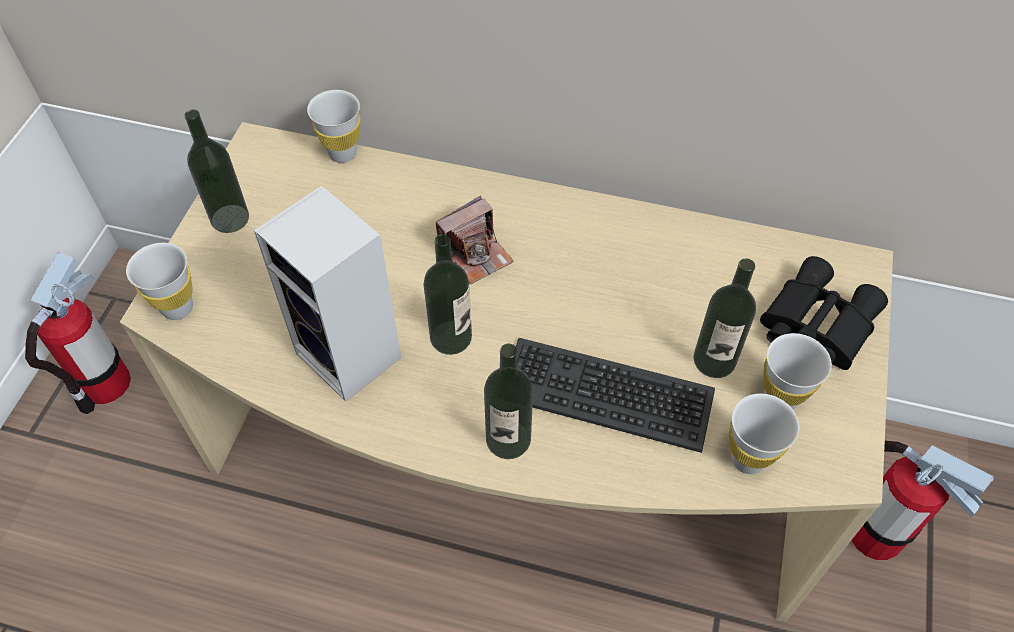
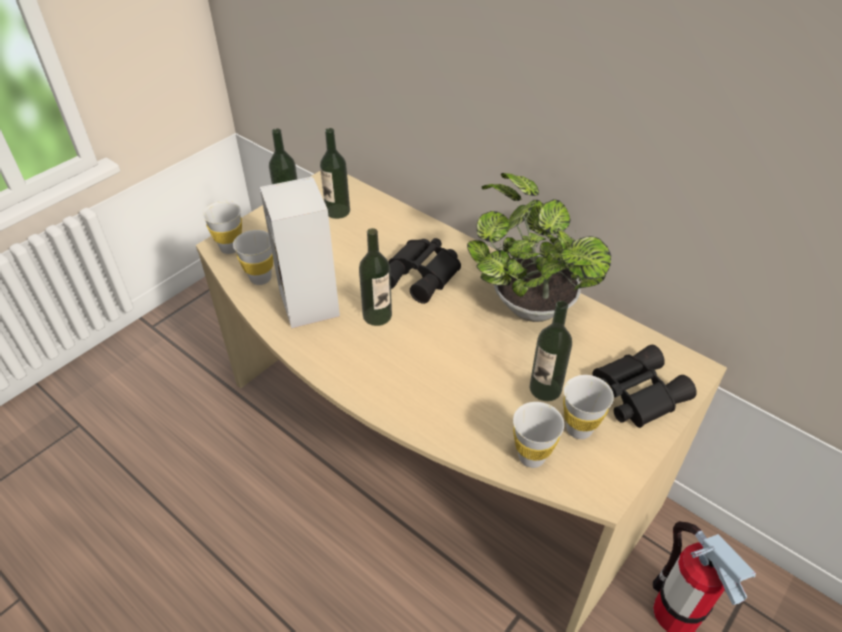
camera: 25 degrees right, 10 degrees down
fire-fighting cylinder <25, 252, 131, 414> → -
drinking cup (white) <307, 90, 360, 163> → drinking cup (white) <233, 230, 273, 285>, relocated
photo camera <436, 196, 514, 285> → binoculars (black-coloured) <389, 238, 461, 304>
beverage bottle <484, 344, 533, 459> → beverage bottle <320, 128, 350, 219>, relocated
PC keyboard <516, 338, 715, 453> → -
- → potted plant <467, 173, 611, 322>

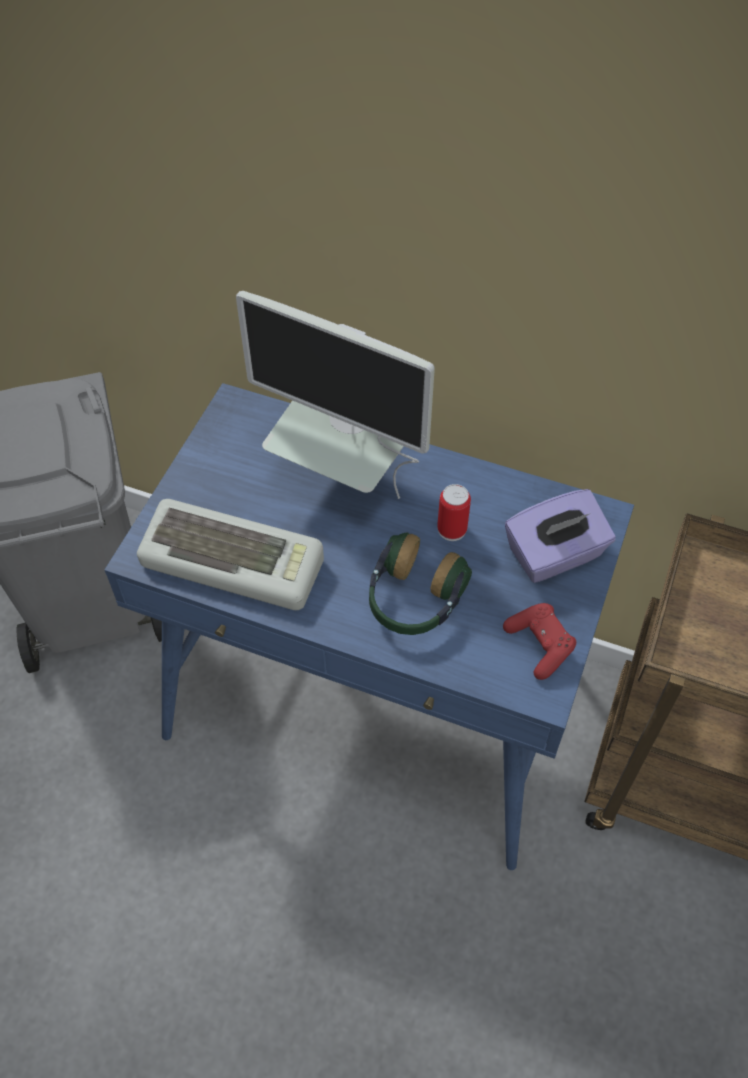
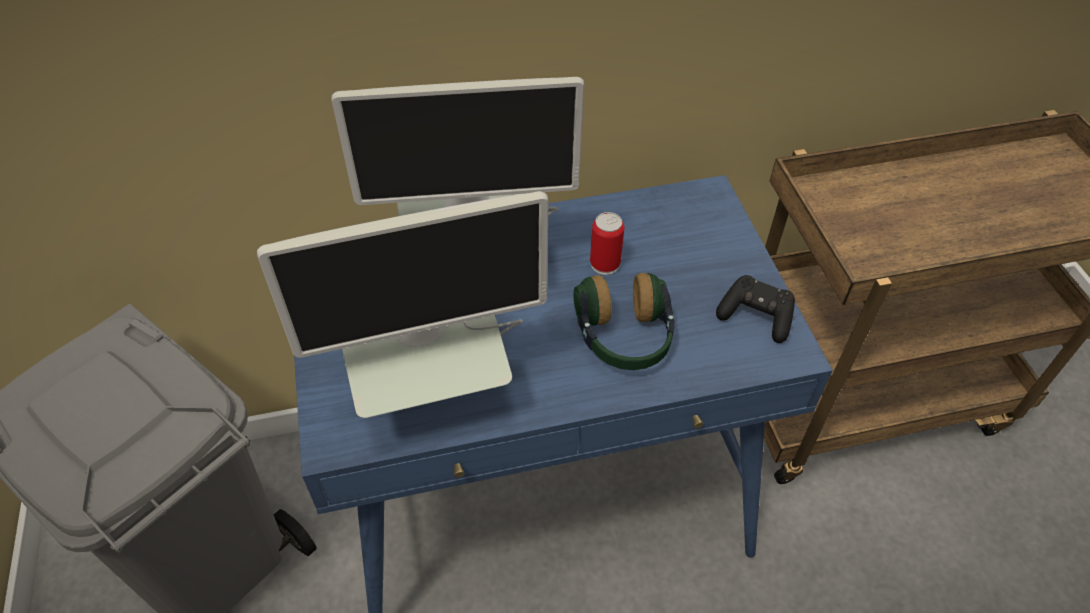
camera: 35 degrees left, 5 degrees down
PC keyboard <137, 499, 324, 610> → computer display <257, 191, 549, 418>
joypad (red-coloured) <503, 603, 576, 680> → joypad (black-coloured) <716, 275, 795, 343>
tissue holder (purplish) <505, 489, 616, 583> → -

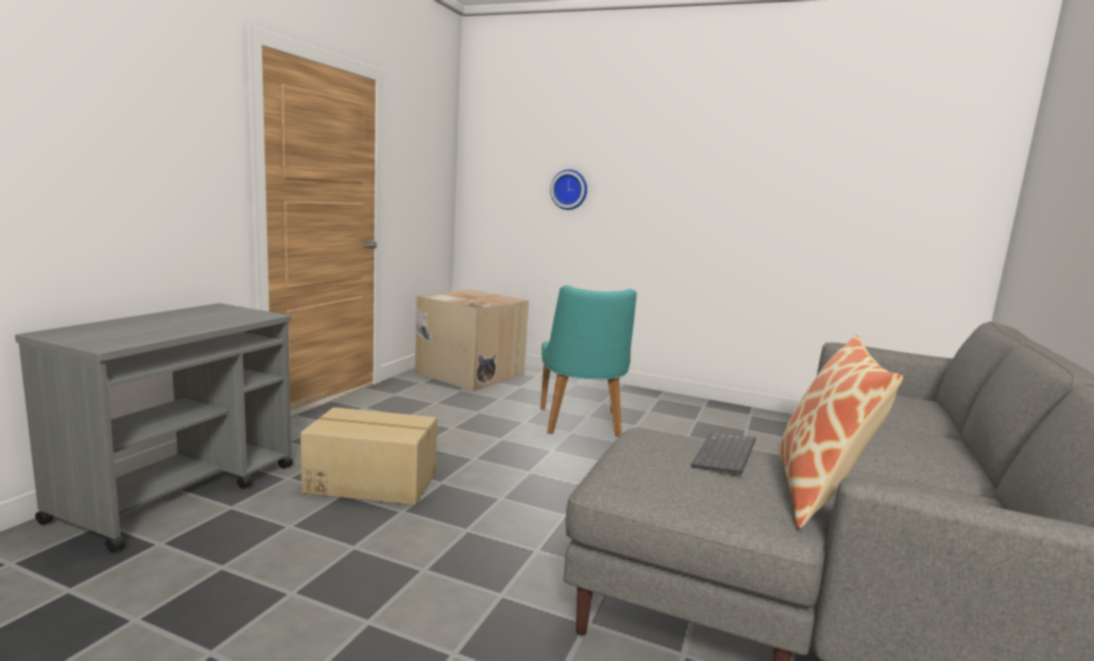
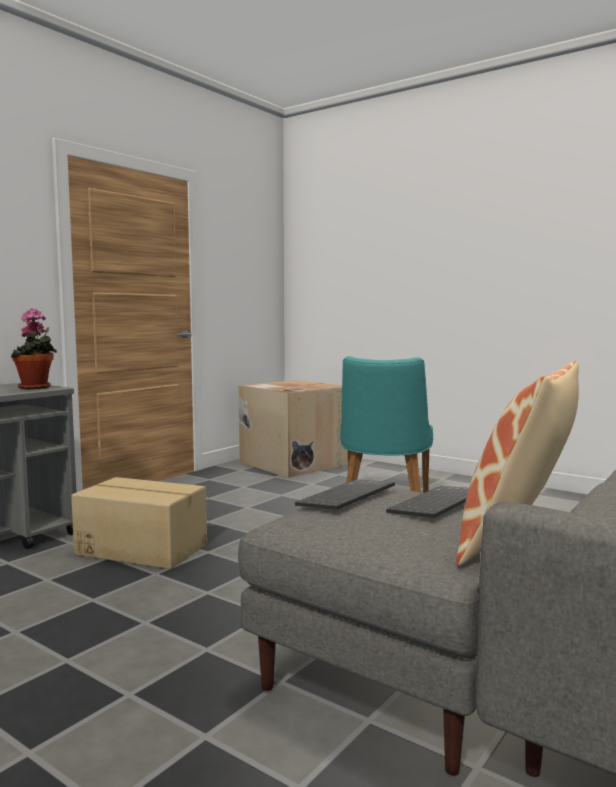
camera: 15 degrees right, 5 degrees down
wall clock <550, 169, 587, 210> → -
- → potted plant <11, 308, 57, 389>
- → PC keyboard <295, 480, 395, 510>

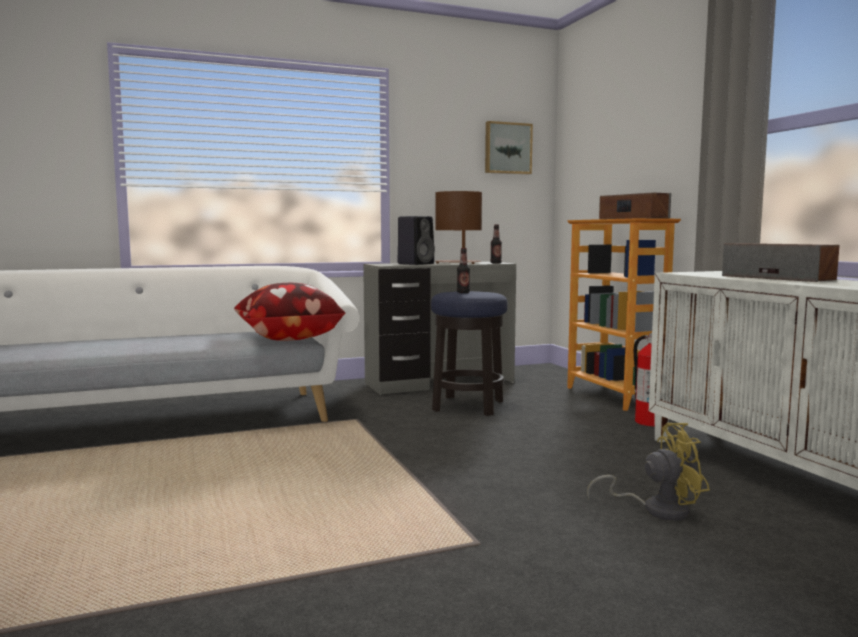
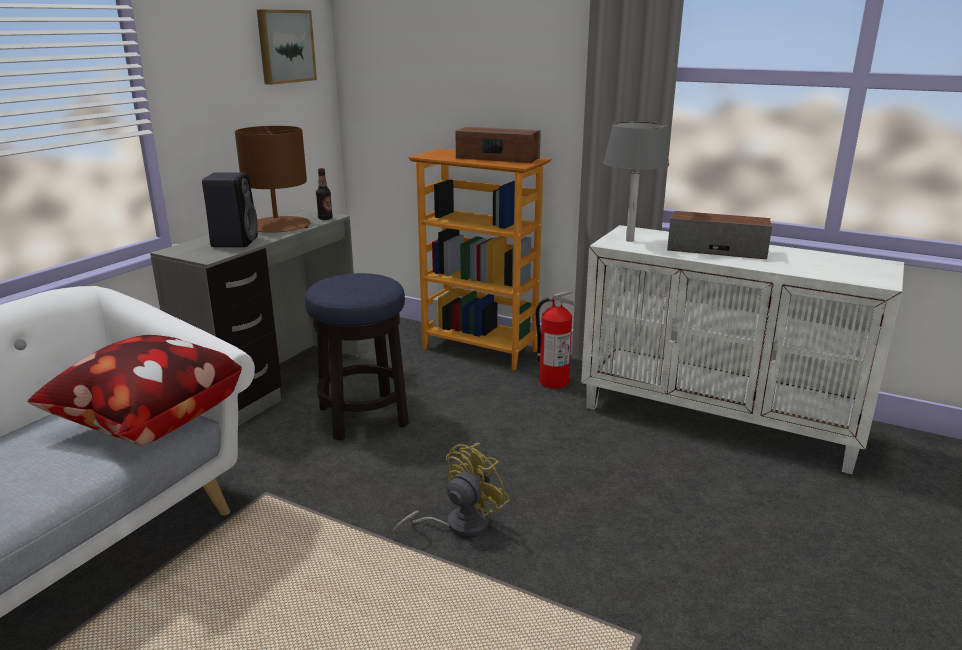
camera: 40 degrees left, 15 degrees up
beverage bottle <457, 248, 470, 293> → -
fan (yellow) <587, 423, 710, 521> → fan (yellow) <392, 443, 510, 539>, relocated
- → table lamp (gray) <603, 122, 669, 242>

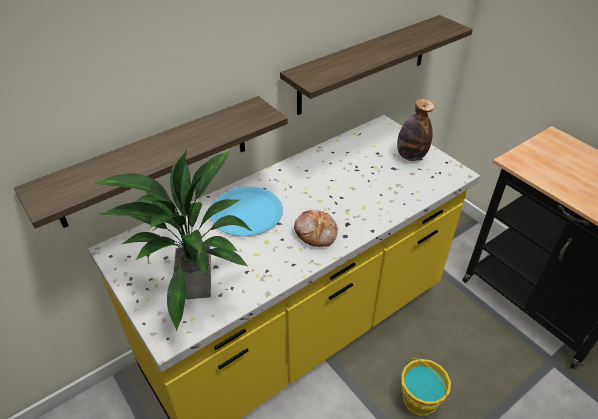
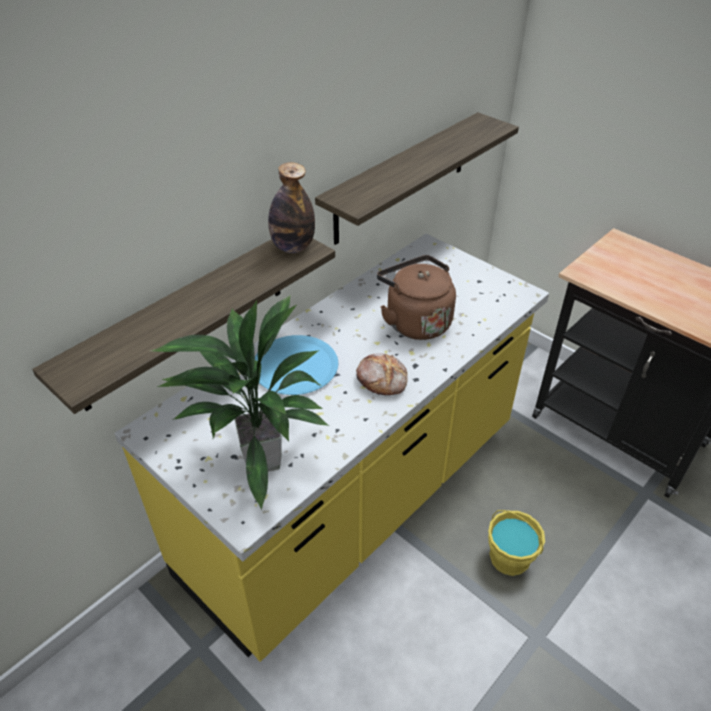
camera: 10 degrees left, 0 degrees up
beverage bottle <397, 99, 434, 161> → beverage bottle <268, 162, 315, 253>, relocated
- → water kettle (brown-coloured) <377, 255, 456, 340>

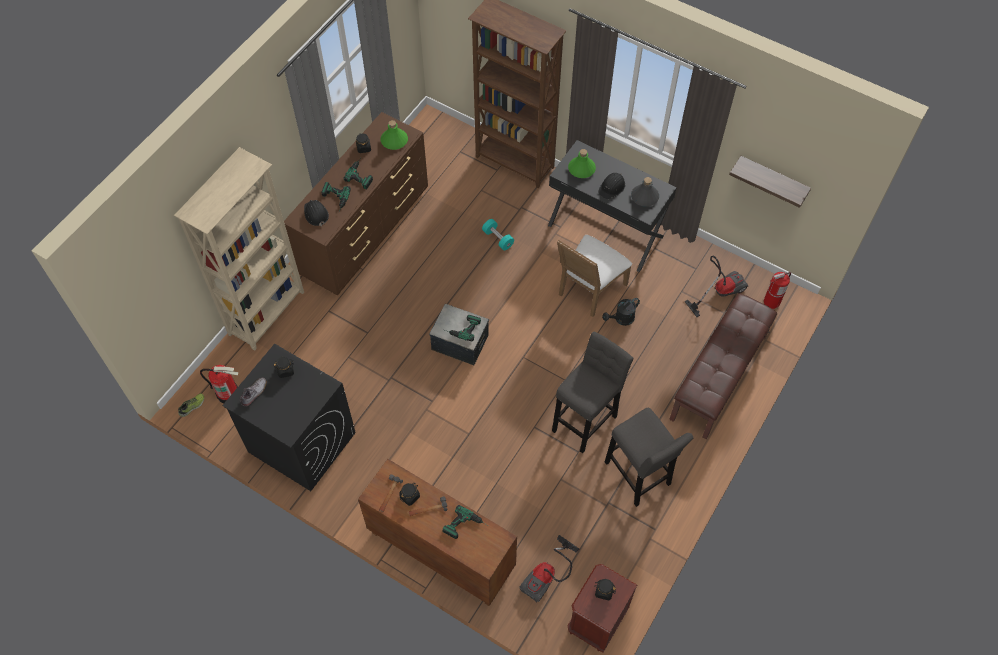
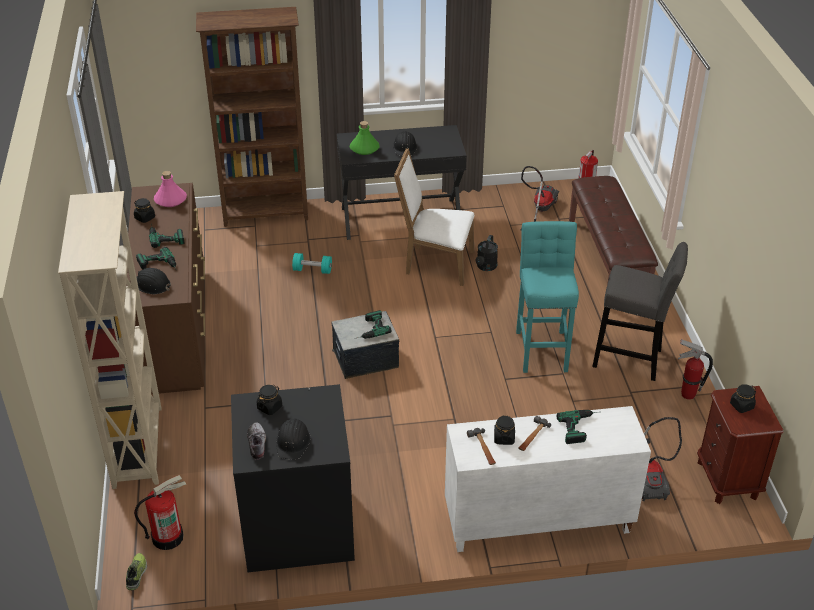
camera: 40 degrees left, 20 degrees down
cupboard (brown-coloured) <358, 459, 517, 606> → cupboard (white) <445, 406, 651, 552>
beverage bottle (greenish) <381, 120, 408, 150> → beverage bottle (pink) <154, 171, 187, 207>
sitting stool (gray) <552, 332, 633, 453> → sitting stool (turquoise-coloured) <516, 221, 579, 373>
plain chair (white) <557, 235, 632, 317> → plain chair (white) <394, 148, 474, 286>, 105 degrees clockwise
beverage bottle (gray) <631, 177, 659, 207> → -
shelf <729, 156, 811, 208> → -
- → work helmet (black-coloured) <276, 418, 310, 459>
- → fire-fighting cylinder <678, 339, 713, 400>

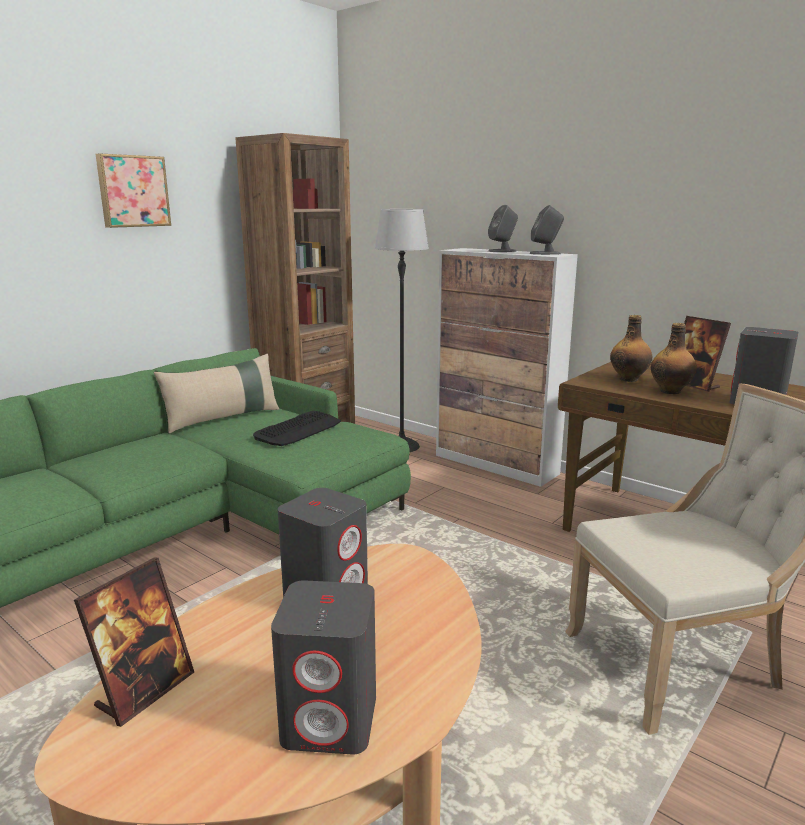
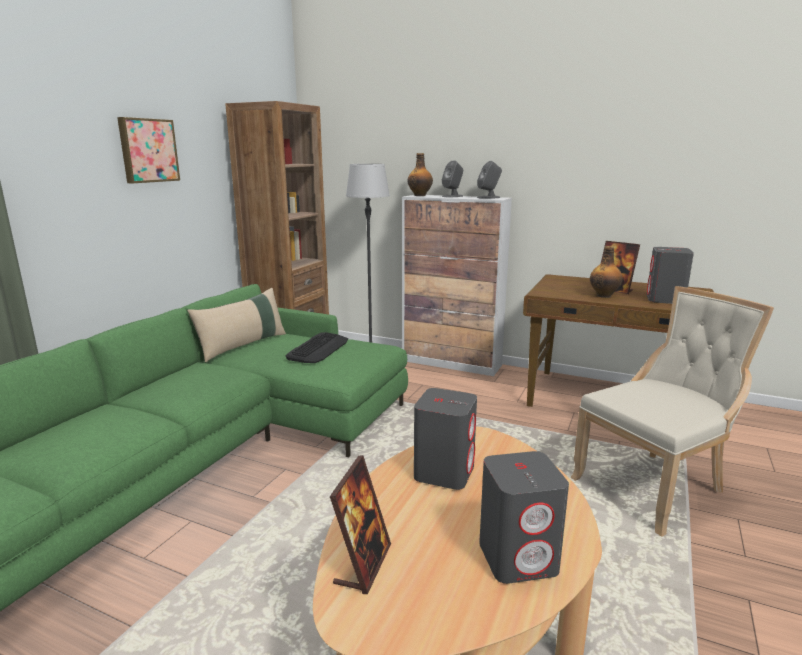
camera: 15 degrees left, 0 degrees up
beverage bottle <610, 315, 652, 382> → beverage bottle <407, 153, 433, 196>, relocated

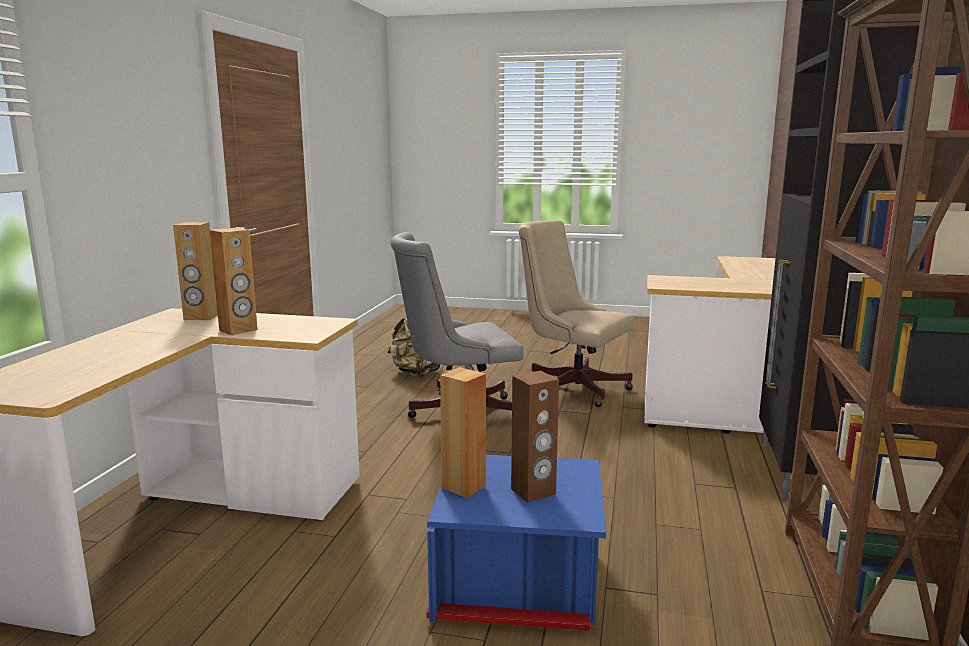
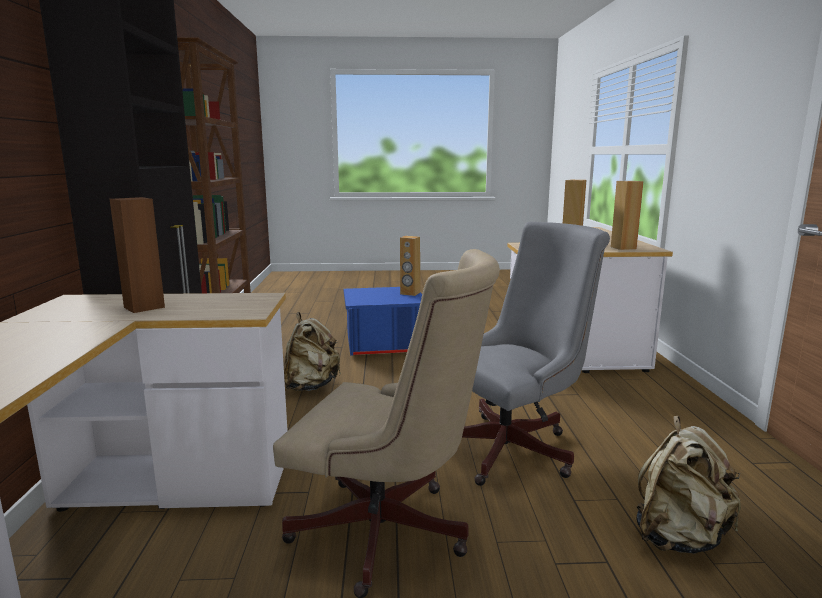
camera: 165 degrees right, 0 degrees up
audio speaker (brown-coloured) <511, 371, 559, 502> → audio speaker (brown-coloured) <110, 197, 165, 313>, relocated
- → rucksack (beige-coloured) <284, 312, 341, 391>

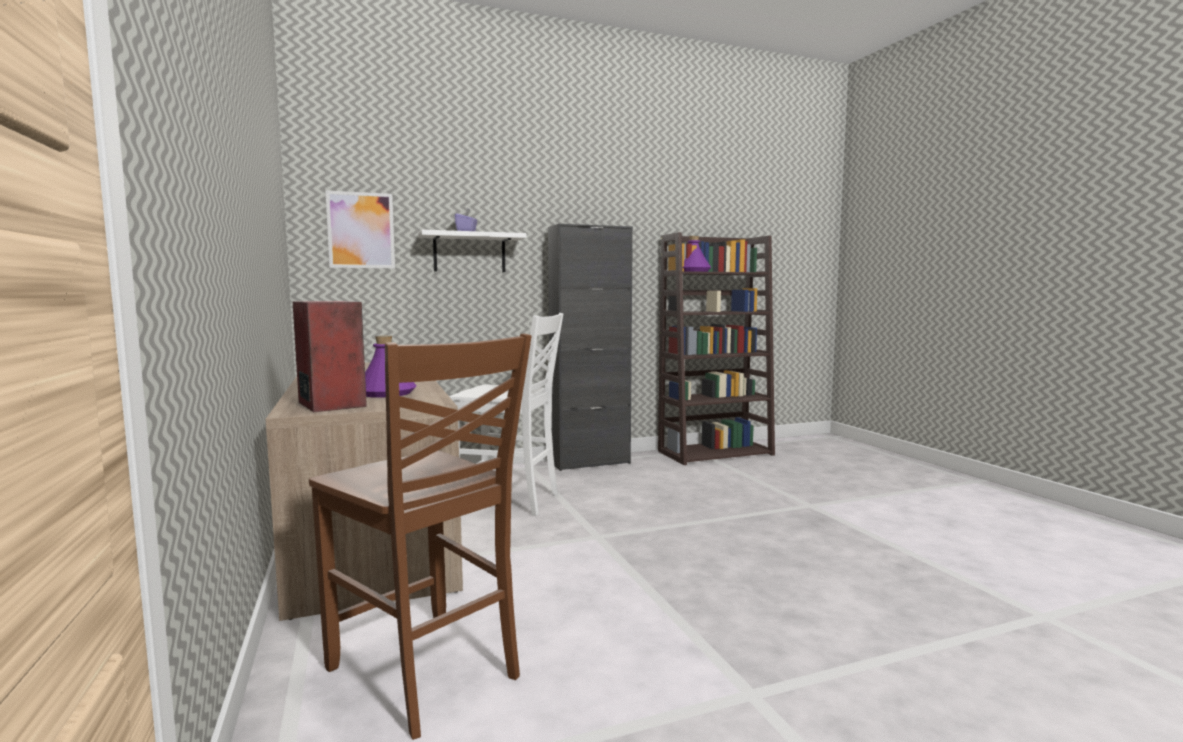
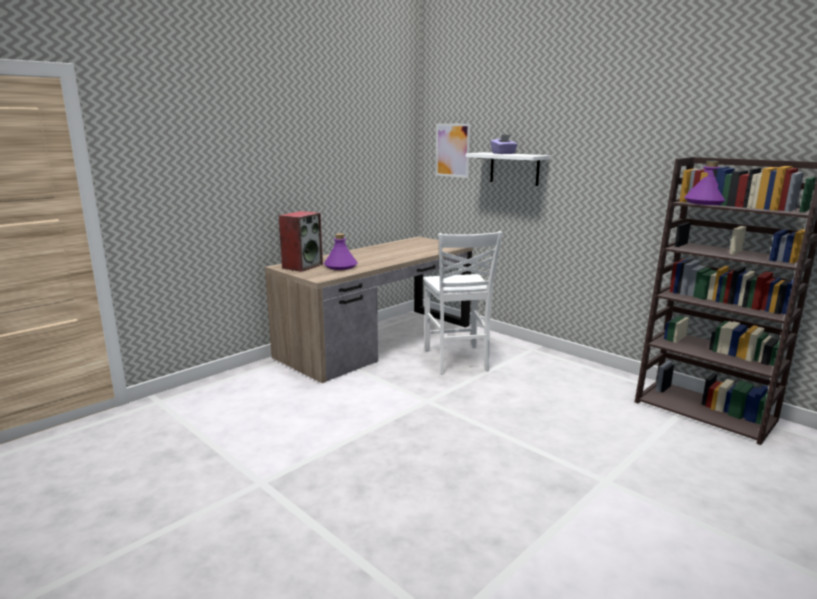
camera: 65 degrees right, 10 degrees up
plain chair (brown-coloured) <309, 334, 532, 740> → -
cupboard (black-coloured) <548, 224, 633, 471> → -

